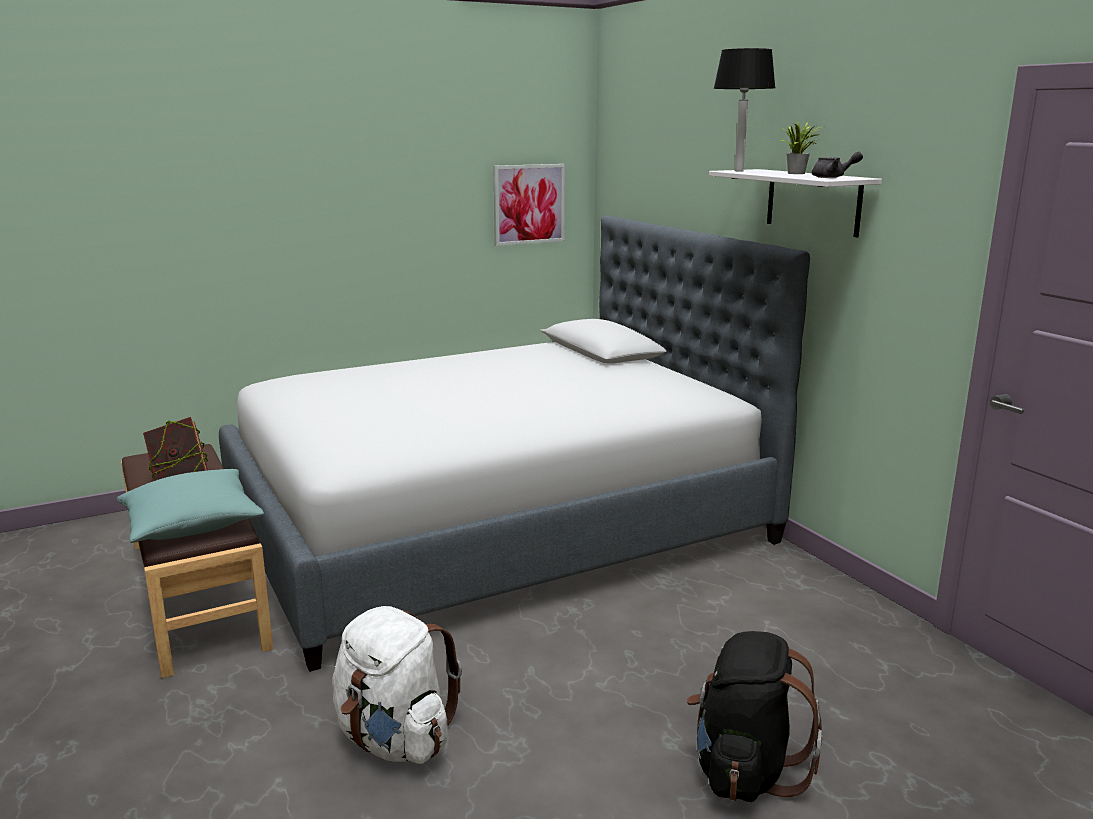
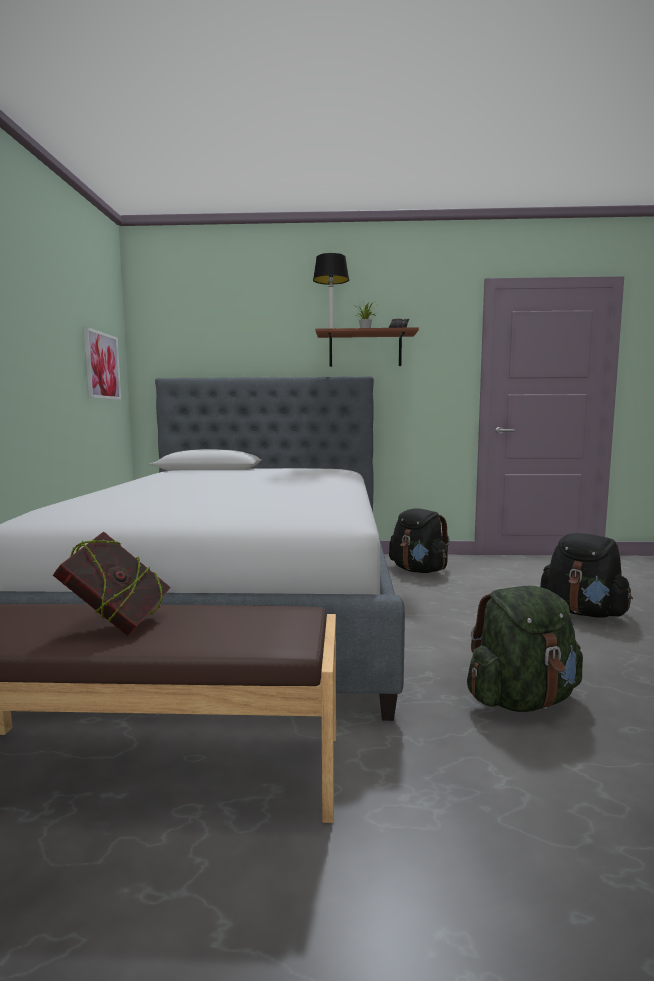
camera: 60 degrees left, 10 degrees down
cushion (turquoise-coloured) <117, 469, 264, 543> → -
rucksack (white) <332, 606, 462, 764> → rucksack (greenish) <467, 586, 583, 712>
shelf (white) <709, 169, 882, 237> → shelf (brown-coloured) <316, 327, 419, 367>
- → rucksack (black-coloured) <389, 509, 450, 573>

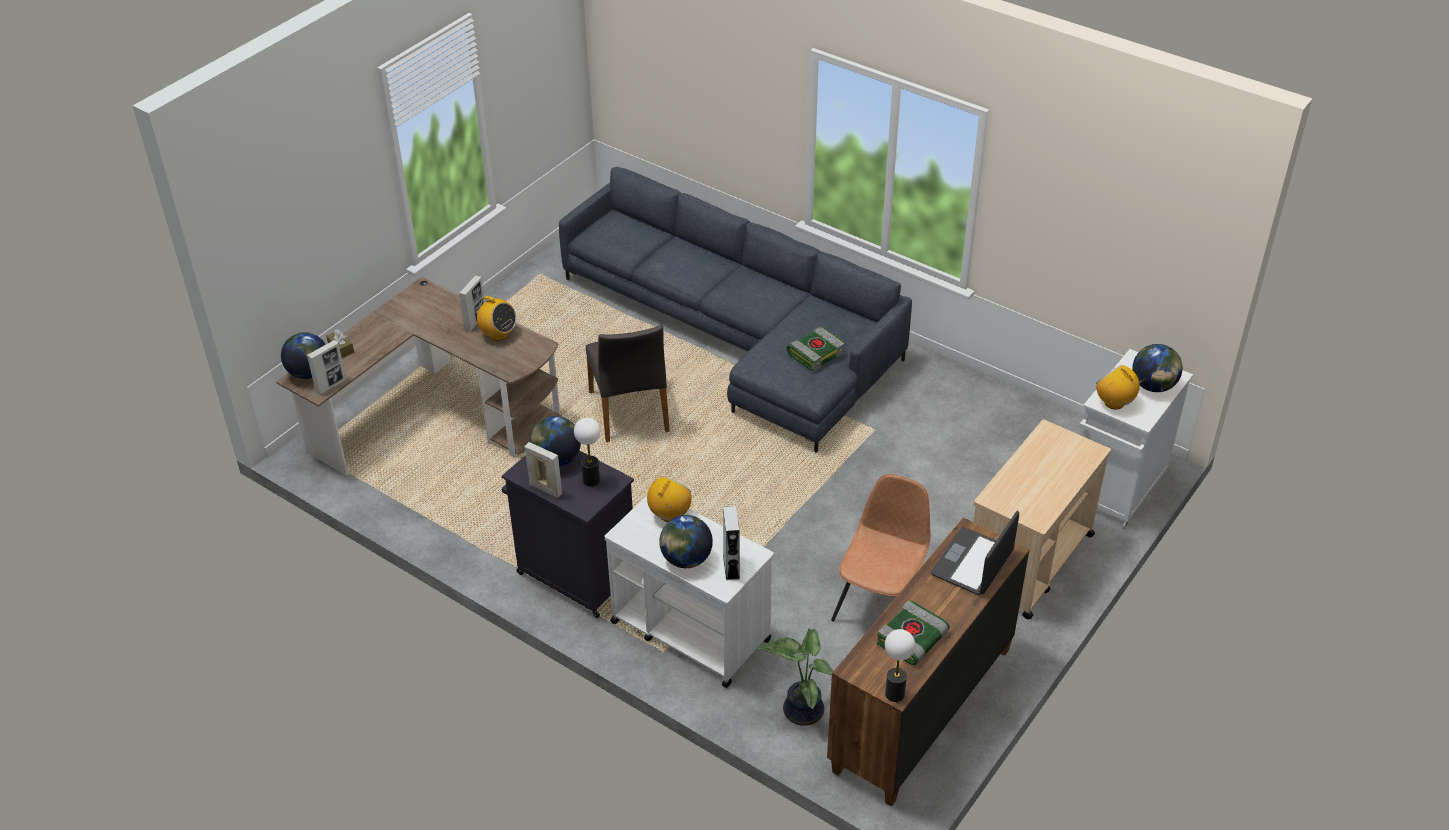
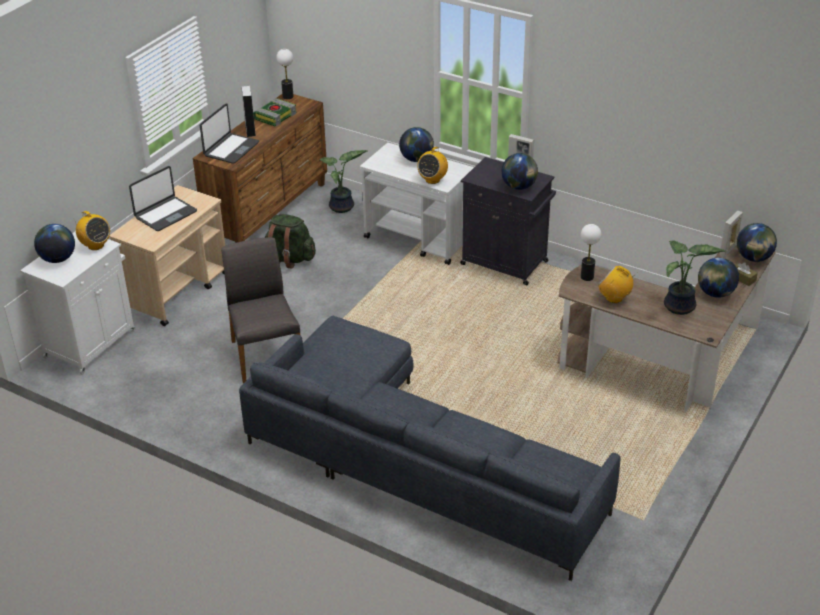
camera: 175 degrees right, 5 degrees down
photo frame <459, 275, 485, 332> → -
table lamp <574, 418, 600, 487> → table lamp <581, 224, 601, 281>, relocated
plain chair (gray) <586, 325, 670, 442> → plain chair (gray) <221, 237, 300, 383>, relocated
audio speaker (gray) <723, 506, 740, 580> → audio speaker (gray) <241, 86, 256, 137>, relocated
volume <787, 327, 845, 371> → -
plain chair (brown-coloured) <831, 474, 931, 622> → rucksack (greenish) <265, 214, 316, 269>
- → laptop <129, 166, 197, 231>
- → potted plant <664, 240, 726, 315>
- → globe <698, 258, 739, 298>

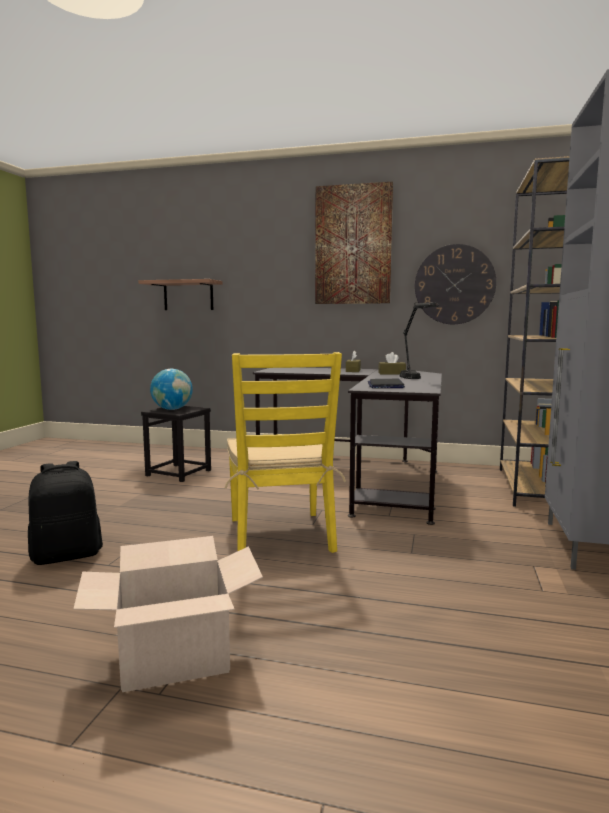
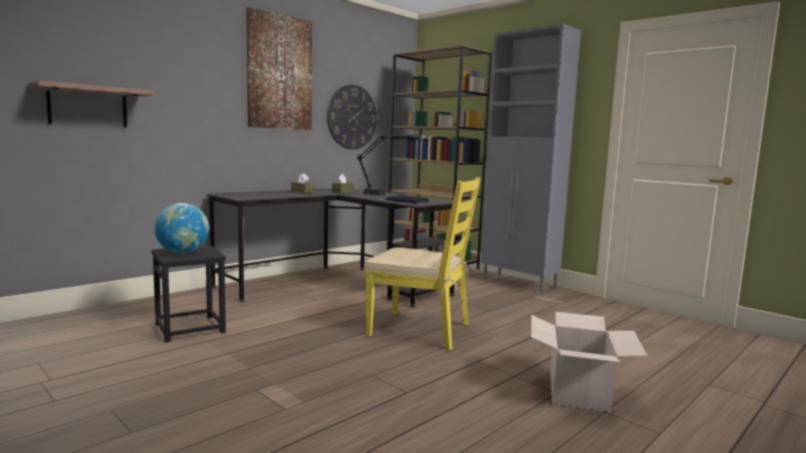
camera: 60 degrees left, 0 degrees up
rucksack (black-coloured) <28, 461, 103, 565> → -

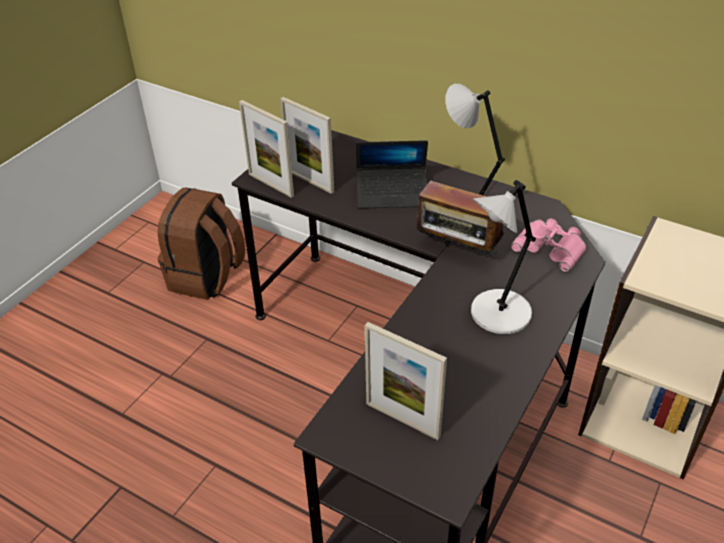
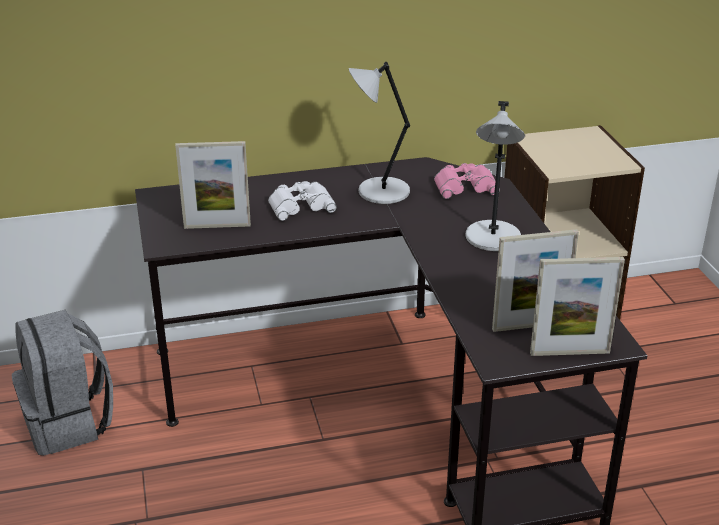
camera: 45 degrees left, 10 degrees down
rucksack (brown-coloured) <158, 188, 245, 300> → rucksack (gray) <12, 310, 113, 456>
photo frame <239, 100, 294, 198> → photo frame <530, 257, 625, 356>, relocated
laptop <356, 140, 428, 209> → binoculars (white) <268, 181, 337, 221>
radio <417, 181, 504, 256> → -

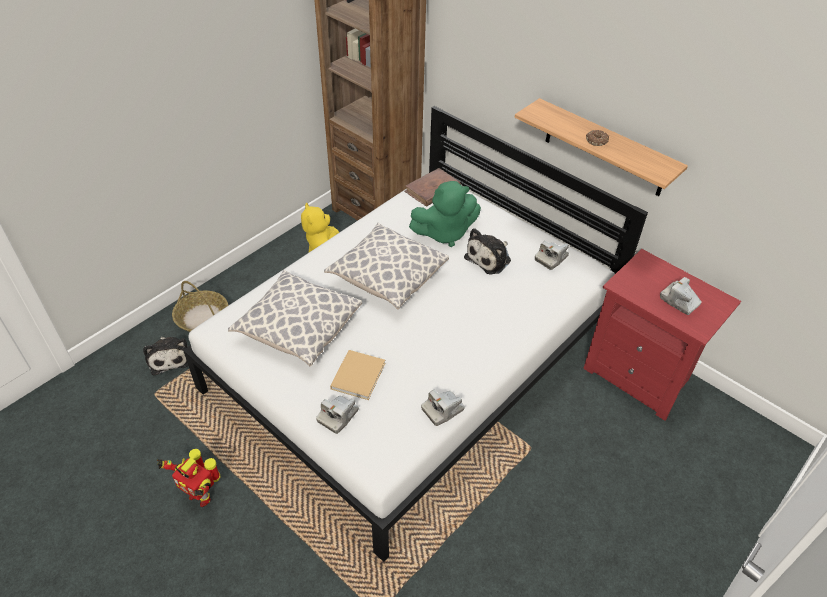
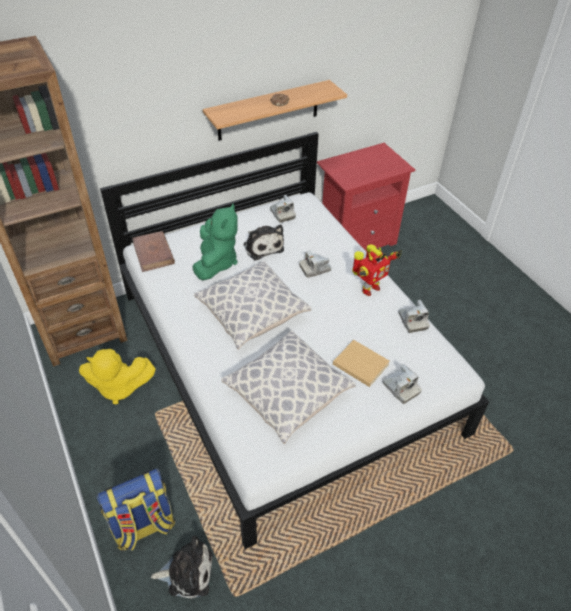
camera: 70 degrees left, 0 degrees up
robot figure <157, 449, 220, 507> → robot figure <352, 244, 402, 296>, relocated
storage basket <172, 281, 228, 332> → rucksack <96, 469, 175, 551>
photo camera <660, 277, 702, 315> → photo camera <299, 251, 332, 277>, relocated

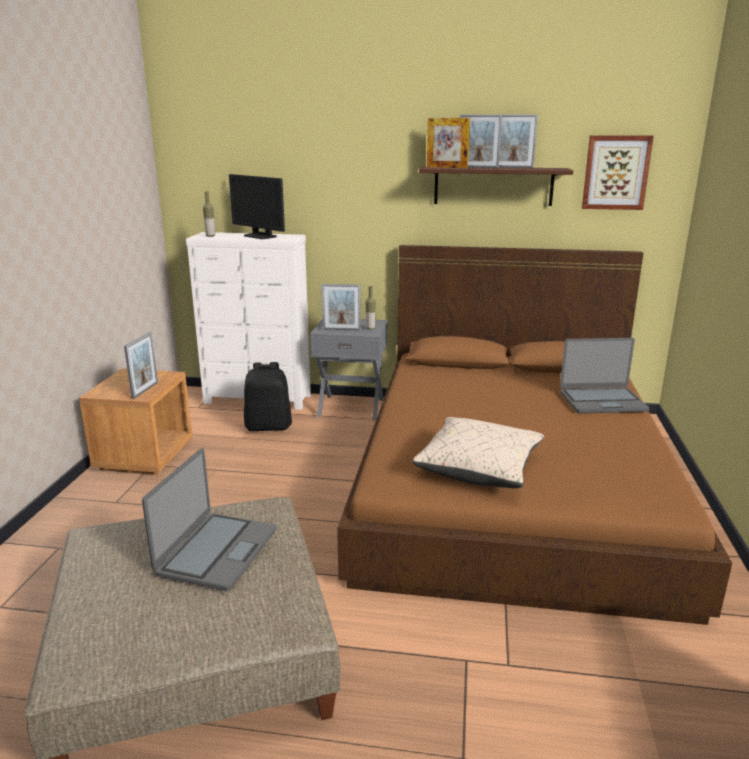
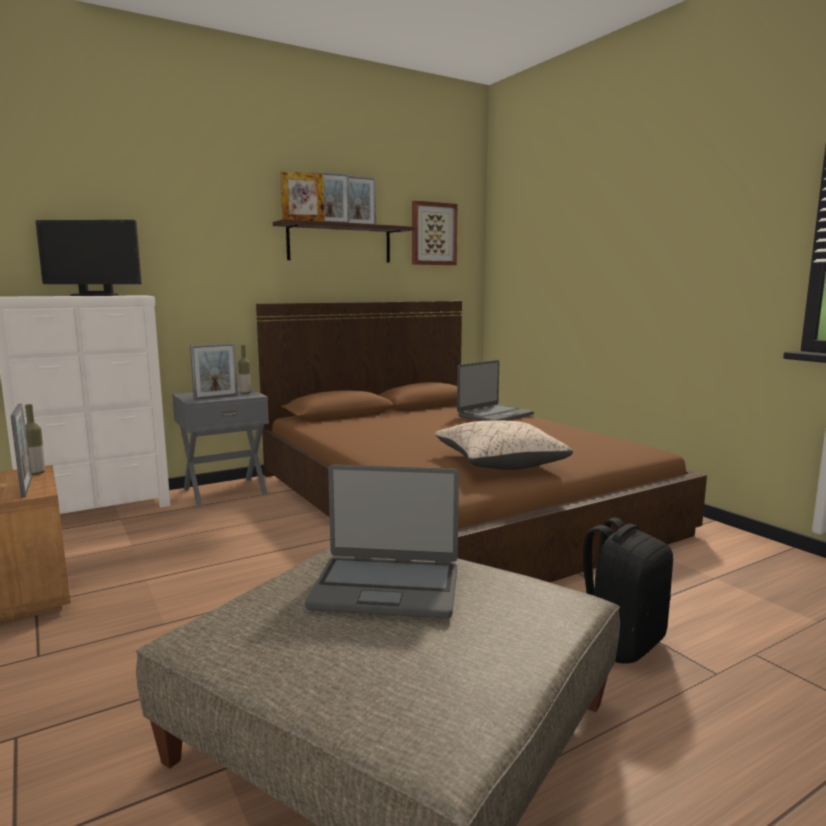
camera: 40 degrees left, 10 degrees down
laptop <142, 448, 276, 591> → laptop <305, 464, 459, 618>, 120 degrees clockwise
beverage bottle <203, 191, 215, 237> → beverage bottle <25, 404, 45, 475>, relocated
rucksack (black-coloured) <244, 362, 292, 431> → rucksack (black-coloured) <583, 517, 673, 664>, relocated

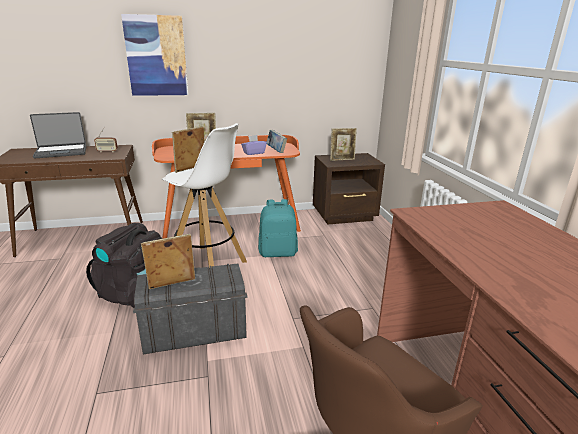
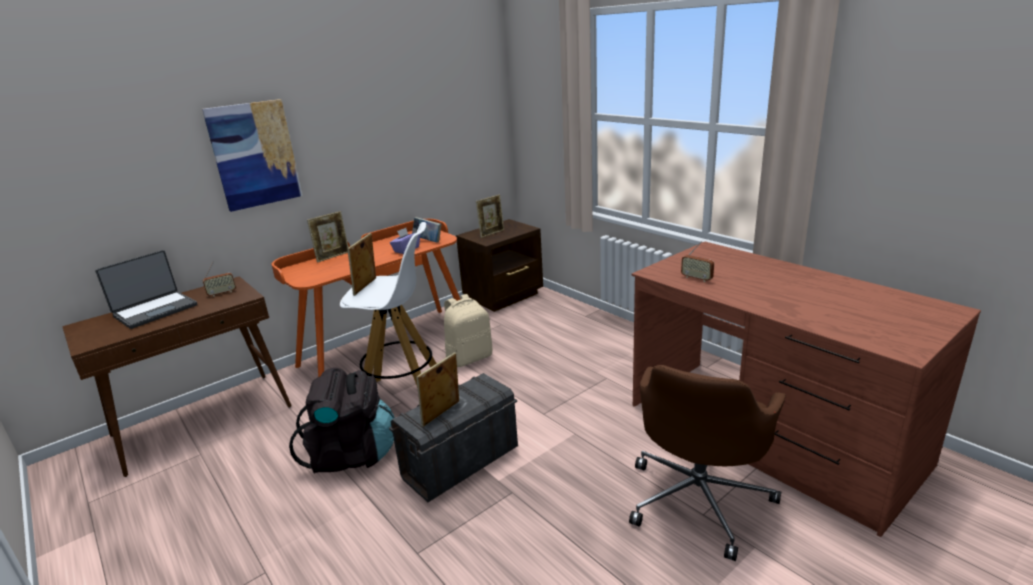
camera: 25 degrees left, 0 degrees up
rucksack (turquoise-coloured) <258, 199, 298, 257> → rucksack (beige-coloured) <444, 294, 492, 367>
- → radio <681, 241, 714, 282>

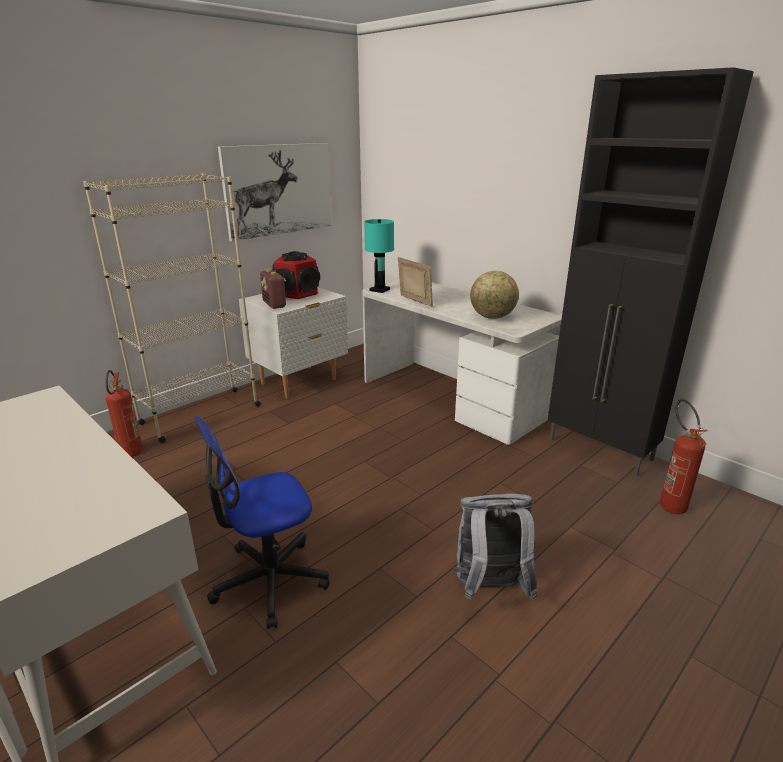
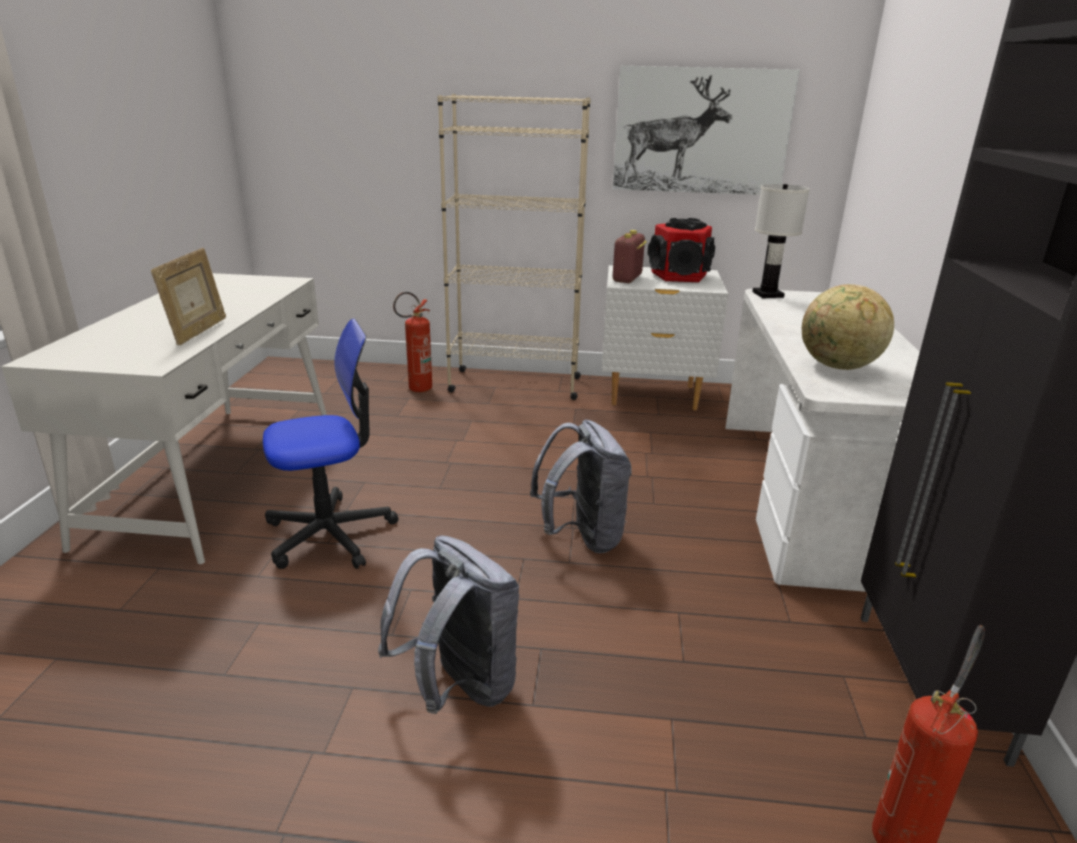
camera: 50 degrees right, 0 degrees up
office chair <194, 416, 330, 629> → office chair <263, 319, 398, 569>, 135 degrees clockwise
table lamp (turquoise-coloured) <364, 219, 394, 293> → table lamp (white) <752, 184, 809, 298>
photo frame <398, 257, 433, 307> → photo frame <151, 248, 226, 345>, relocated
- → rucksack (gray) <530, 419, 632, 553>

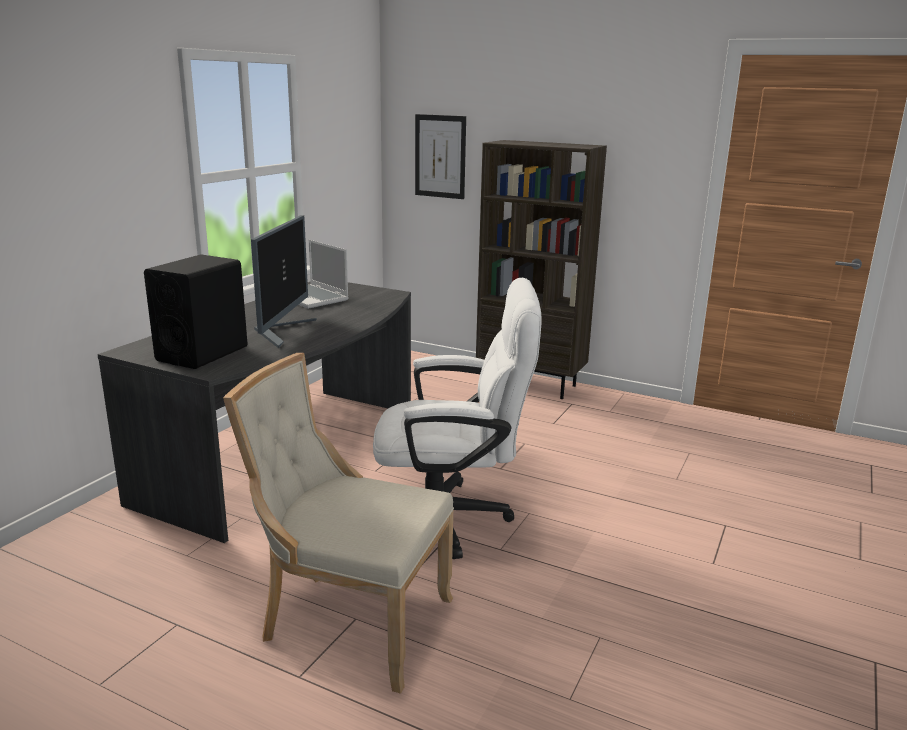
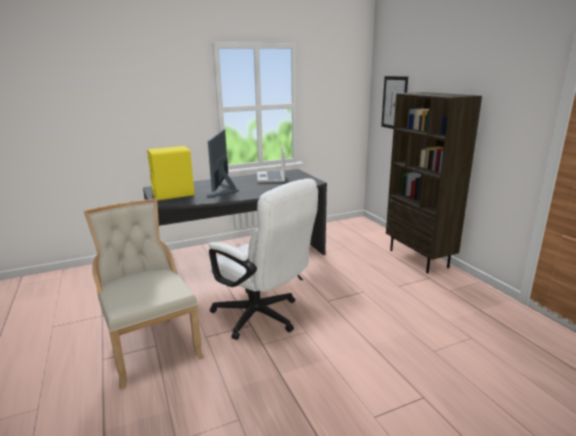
camera: 40 degrees right, 0 degrees up
audio speaker (black-coloured) <144, 254, 248, 369> → audio speaker (yellow) <147, 146, 195, 201>
computer display <251, 215, 317, 348> → computer display <206, 129, 239, 198>, 135 degrees clockwise

